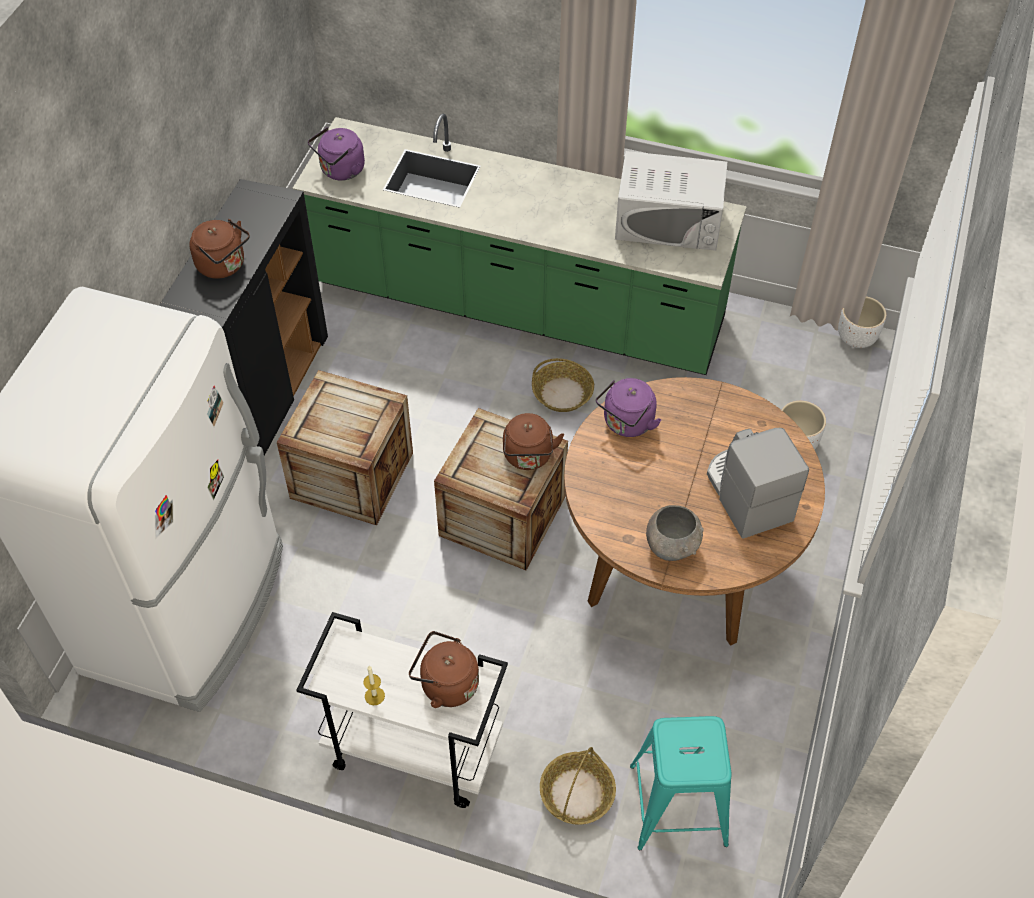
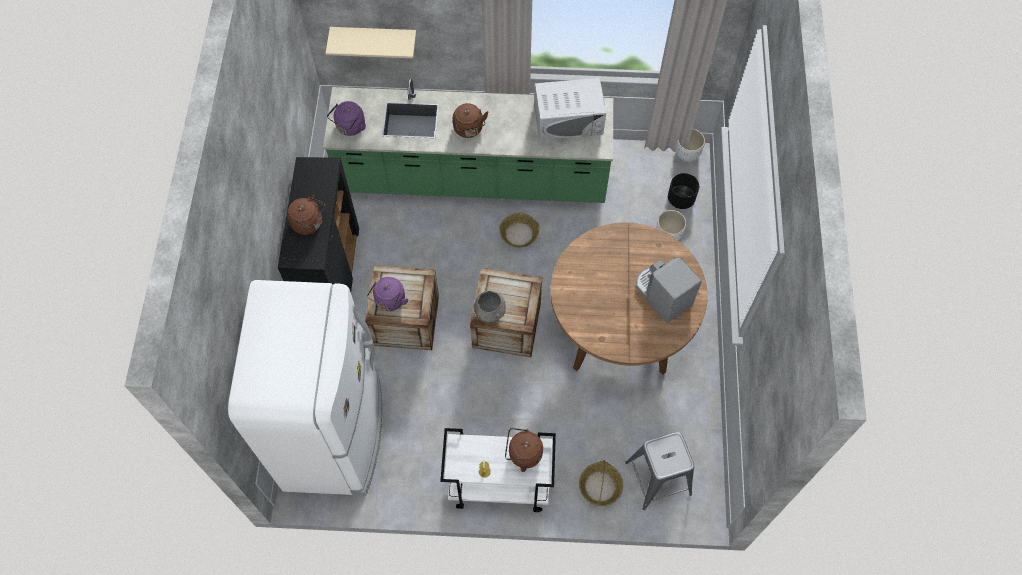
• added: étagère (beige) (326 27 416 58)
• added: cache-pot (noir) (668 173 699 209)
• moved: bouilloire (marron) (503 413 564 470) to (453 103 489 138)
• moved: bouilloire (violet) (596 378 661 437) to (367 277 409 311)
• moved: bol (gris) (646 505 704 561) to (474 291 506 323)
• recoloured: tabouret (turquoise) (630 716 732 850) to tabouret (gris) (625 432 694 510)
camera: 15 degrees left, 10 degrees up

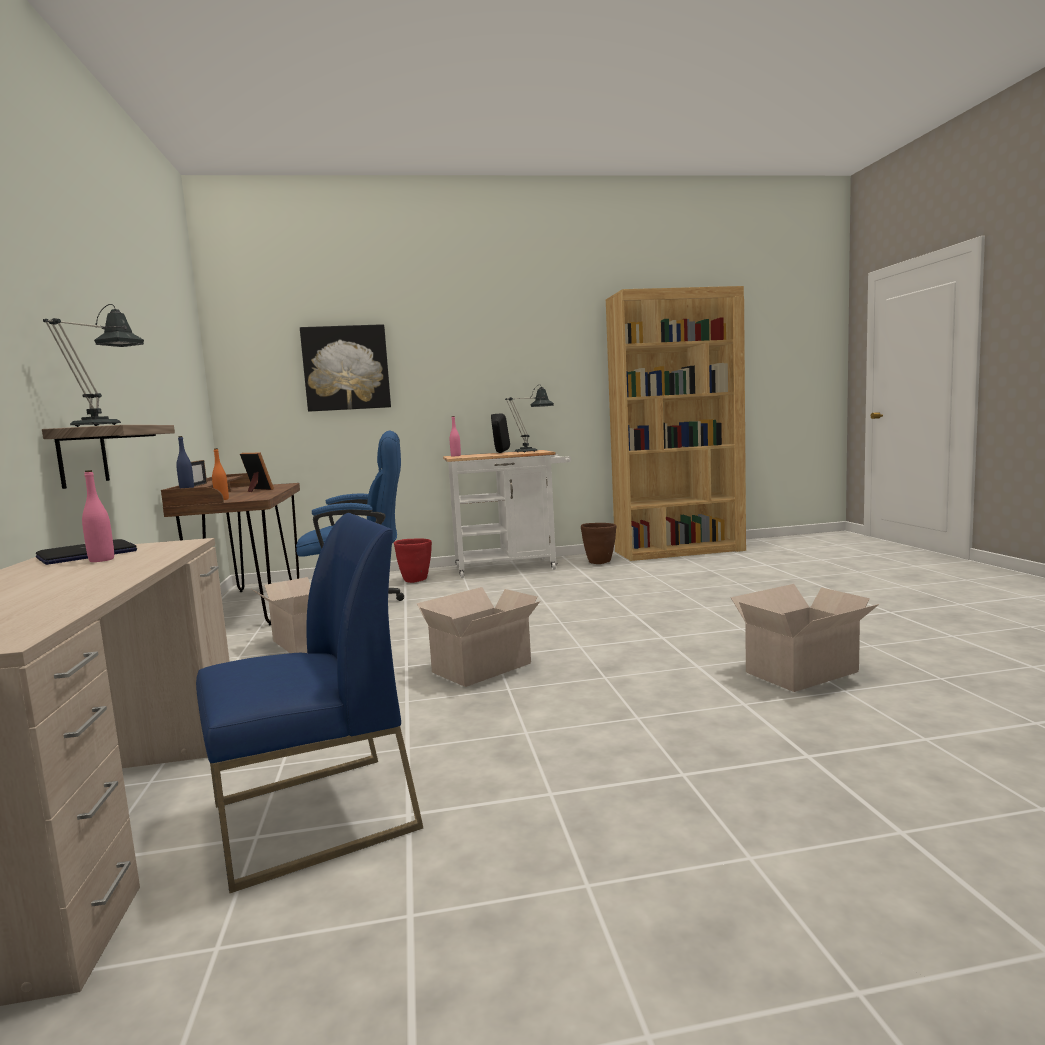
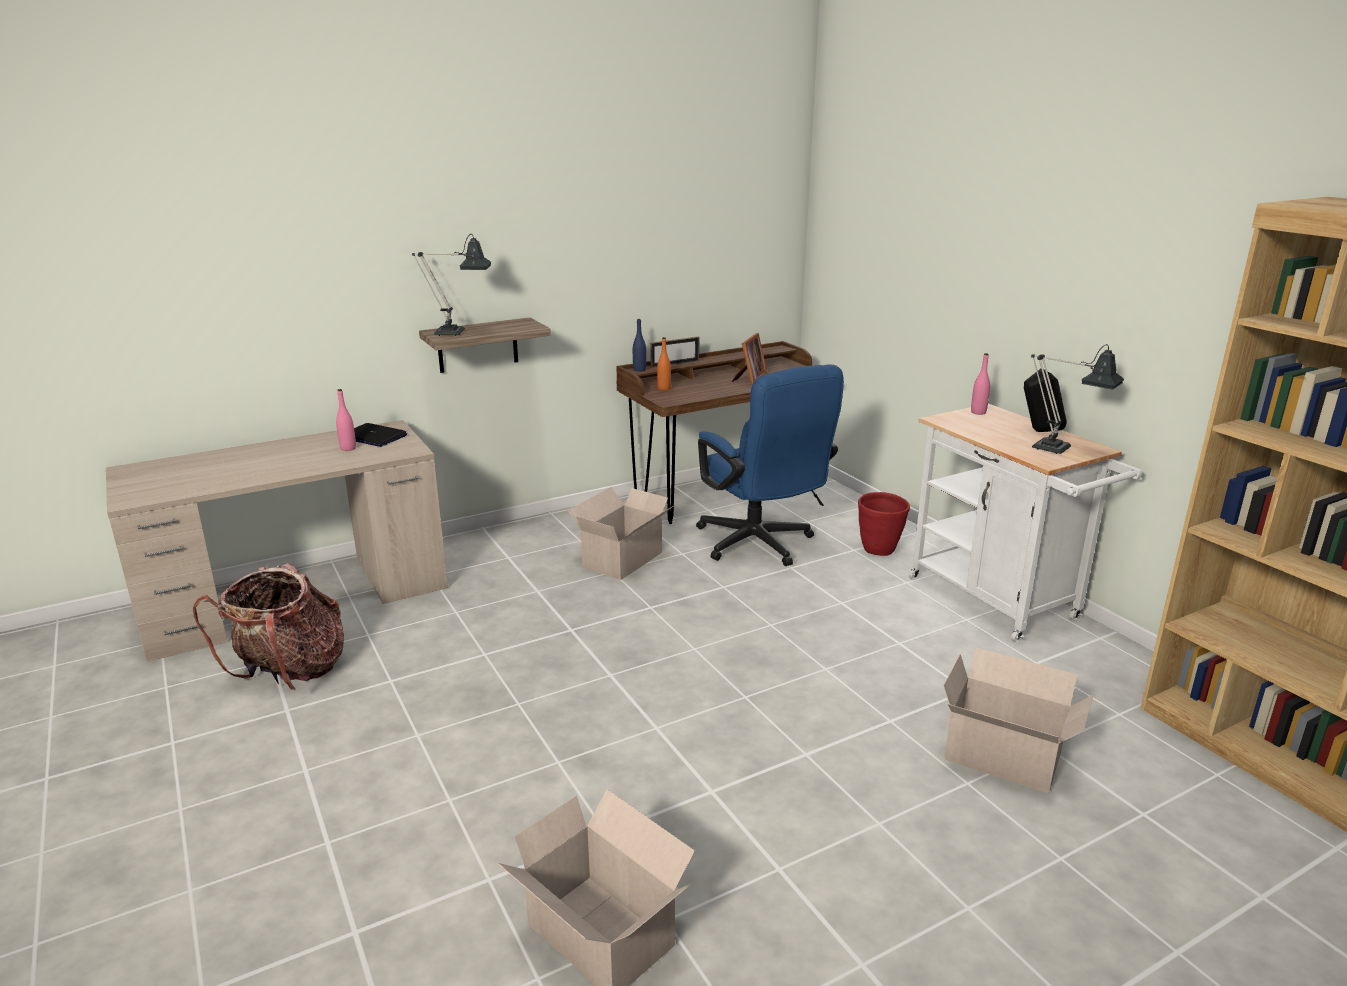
• removed: tableau (300 324 391 412)
• removed: cache-pot (marron) (581 523 616 564)
• moved: carton (417 587 540 687) to (943 647 1094 793)
• replaced: chaise (bleu) (196 513 423 893) to sac à dos (193 564 344 690)
camera: 70 degrees right, 15 degrees up

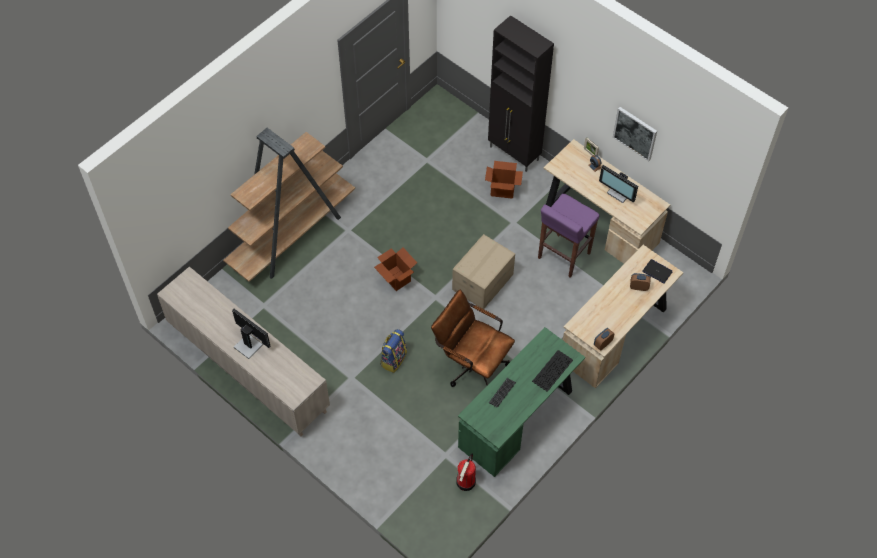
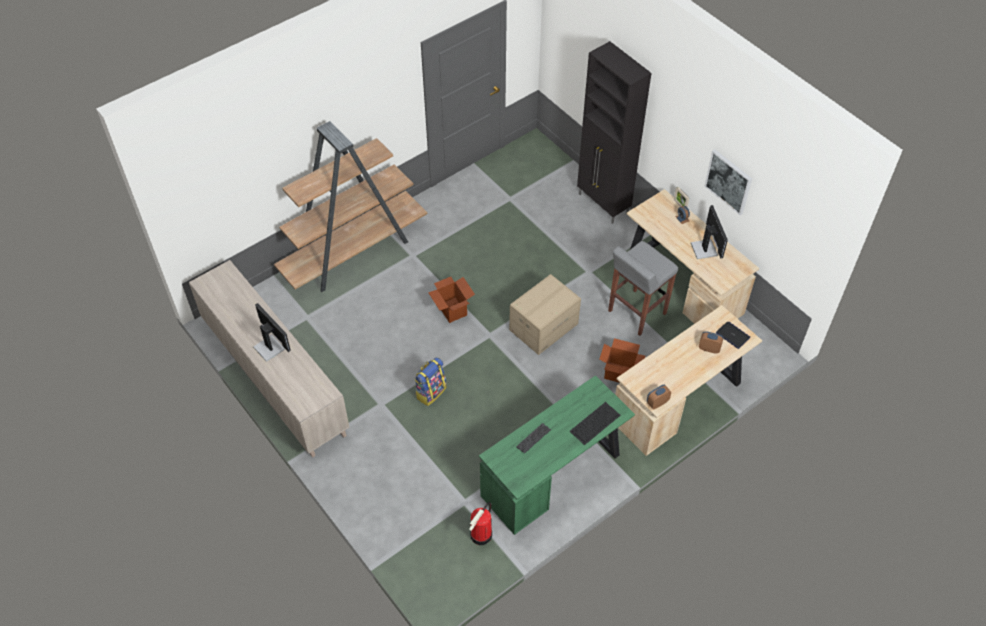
• removed: chaise de bureau (marron) (431 289 515 387)
• moved: carton (485 161 523 199) to (599 338 645 383)
• recoloured: tabouret (violet) (538 194 600 278) to tabouret (gris) (608 241 678 336)
• turned: écran d'ordinateur (599 165 638 203) = (691 205 728 259) 150 degrees counterclockwise
camera: 10 degrees right, 5 degrees down

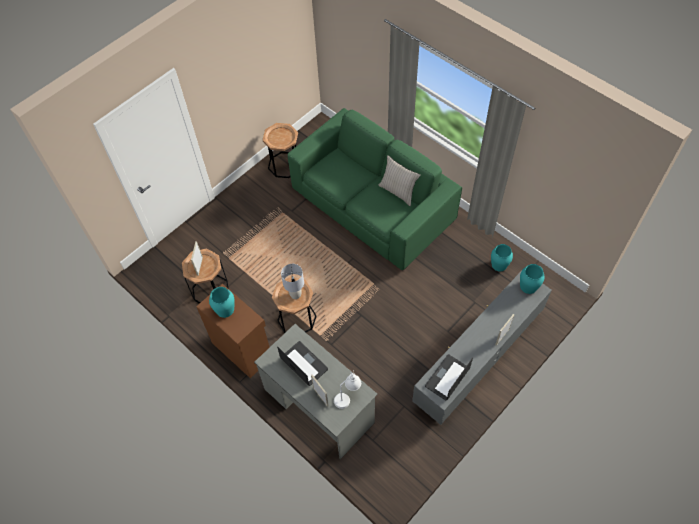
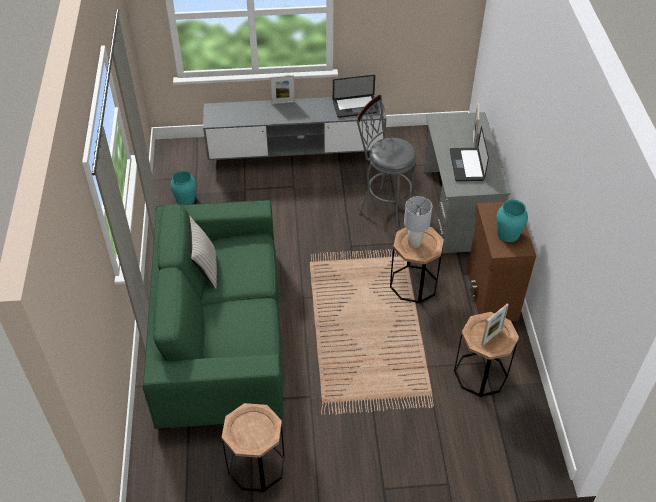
• removed: lampe de table (blanc) (334 370 361 409)
• removed: vase (turquoise) (520 264 544 294)
• added: tabouret (gris) (356 94 416 231)
camera: 140 degrees left, 10 degrees down

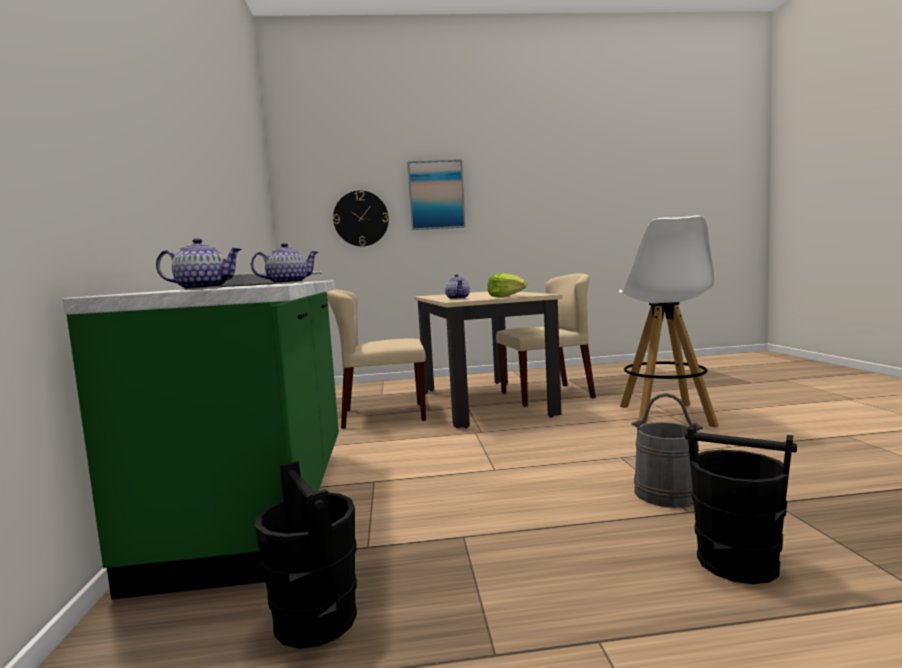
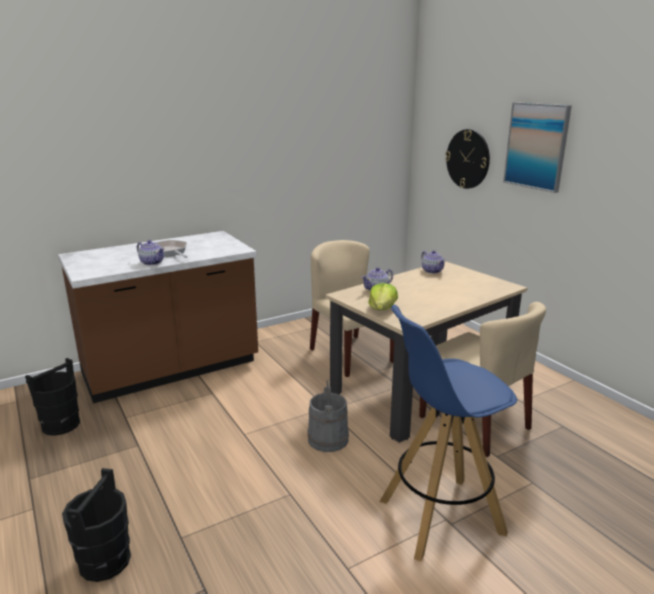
• moved: théière (156 238 242 290) to (421 250 446 274)
• moved: seau (gris) (631 393 703 508) to (308 379 349 452)
• recoloured: comptoir de cuisine (vert) (63 280 339 600) to comptoir de cuisine (marron) (58 231 258 403)
• recoloured: tabouret (blanc) (619 215 719 428) to tabouret (bleu) (380 305 517 561)
camera: 65 degrees right, 15 degrees up

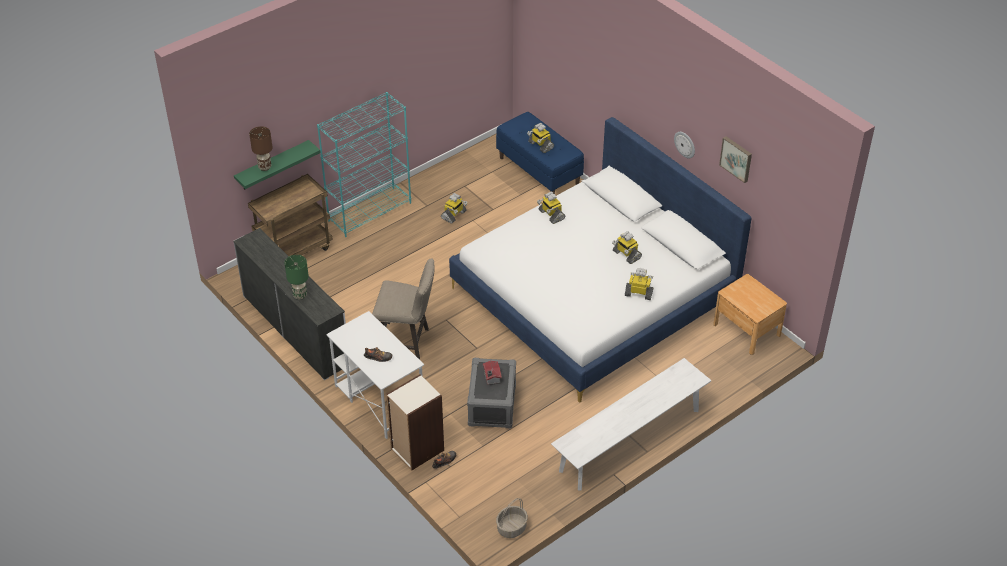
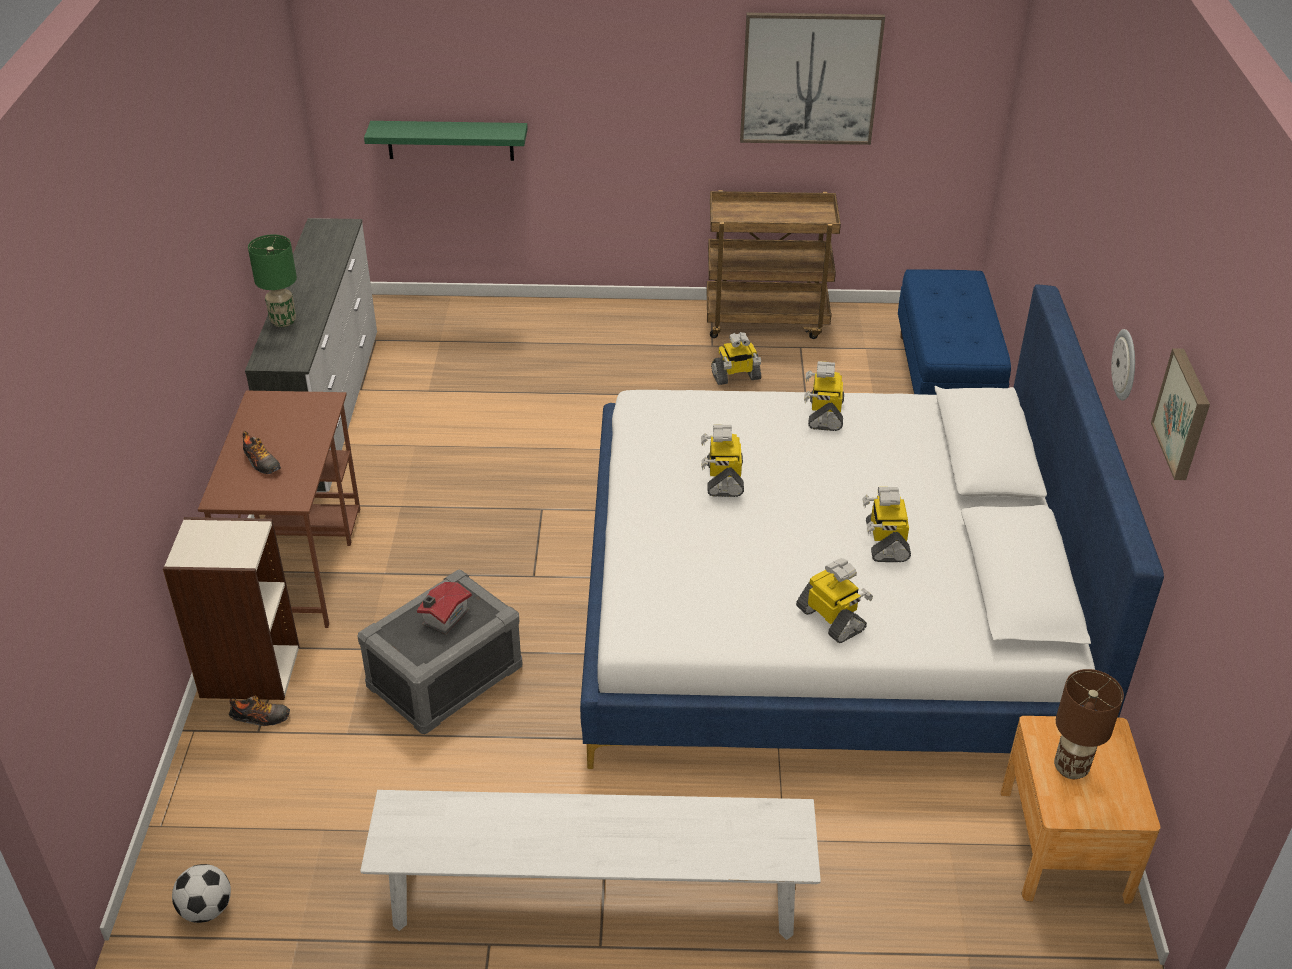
• removed: bibliothèque (turquoise) (317 92 411 237)
• removed: tabouret (beige) (372 259 435 360)
• added: tableau (740 13 885 145)
• moved: chariot (marron) (248 174 333 256) to (707 190 841 339)
• moved: lampe de table (marron) (249 126 273 171) to (1054 669 1124 779)
• moved: robot jouet (527 123 554 153) to (701 424 744 497)
• replaced: panier (496 498 528 538) to ballon de foot (172 864 231 923)
• recoloured: bureau (blanc) (326 311 424 439) to bureau (marron) (198 391 360 628)
camera: 40 degrees right, 5 degrees down

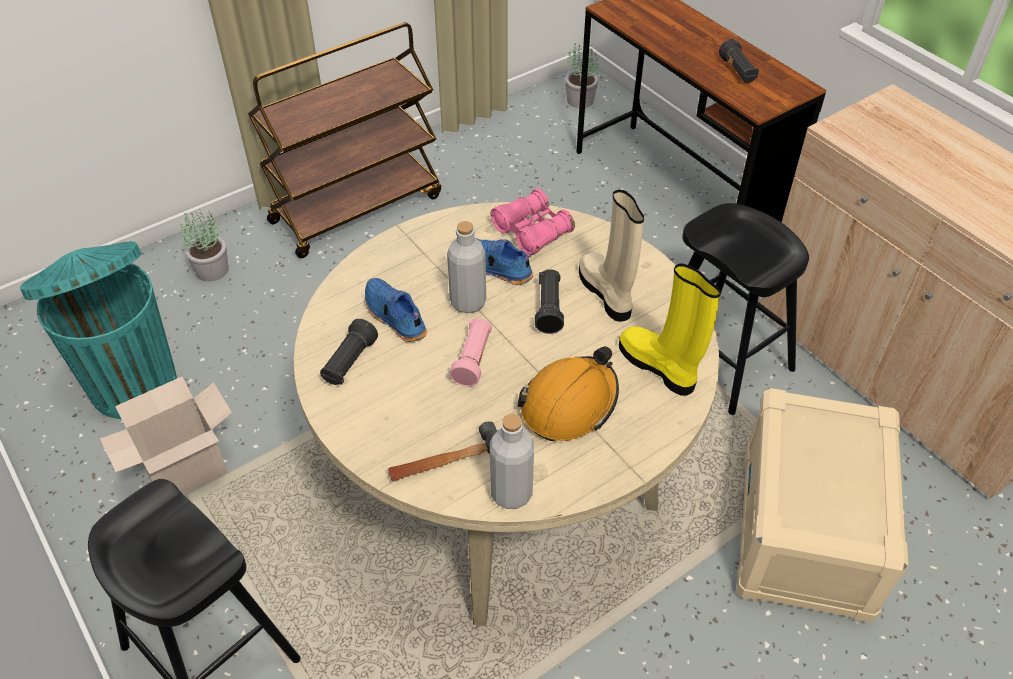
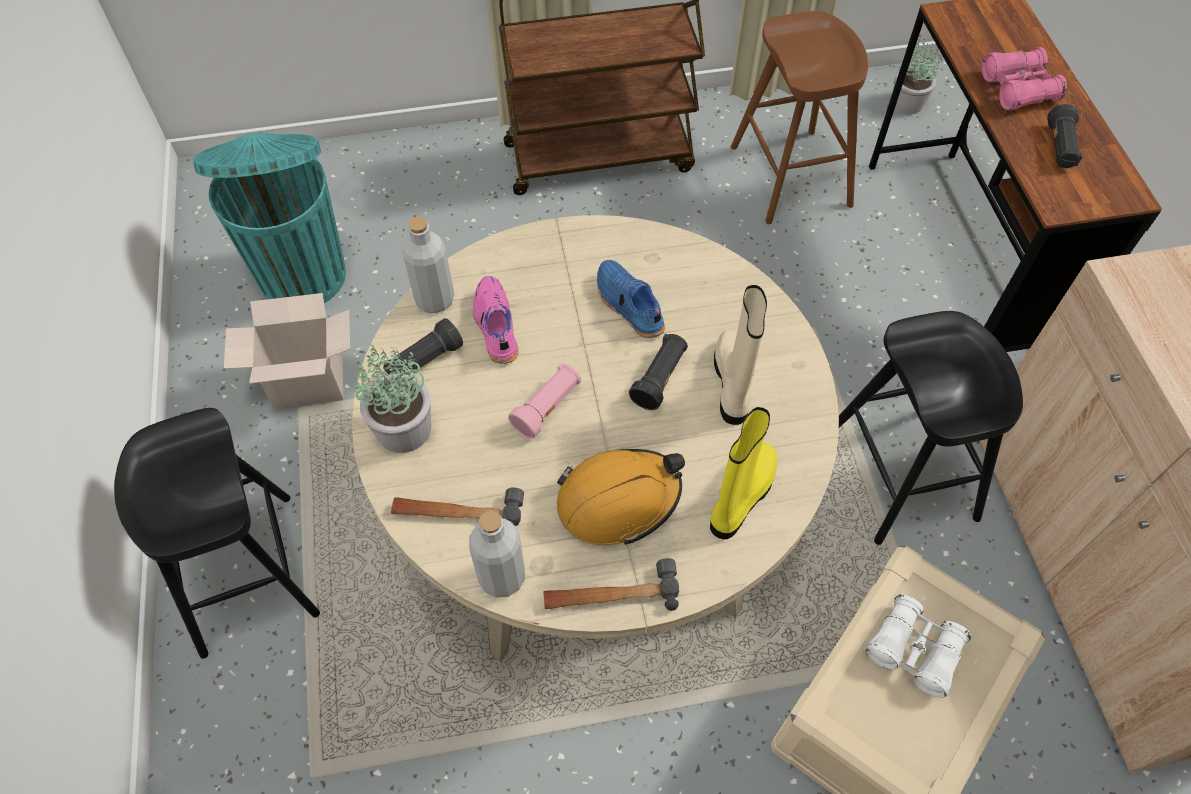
• added: marteau (543 558 679 611)
• added: tabouret (marron) (731 11 868 224)
• added: jumelles (blanc) (866 594 971 698)
• moved: plante en pot (180 210 229 281) to (355 345 431 453)
• moved: bouteille (gris) (447 221 486 313) to (402 217 454 313)
• moved: jumelles (rose) (491 189 575 255) to (982 47 1067 111)
• recoloured: chaussure (bleu) (365 278 427 342) to chaussure (rose) (473 276 519 364)
• turned: botte (jaune) (619 264 721 396) = (710 407 777 540) 45 degrees clockwise
camera: 25 degrees right, 10 degrees up

